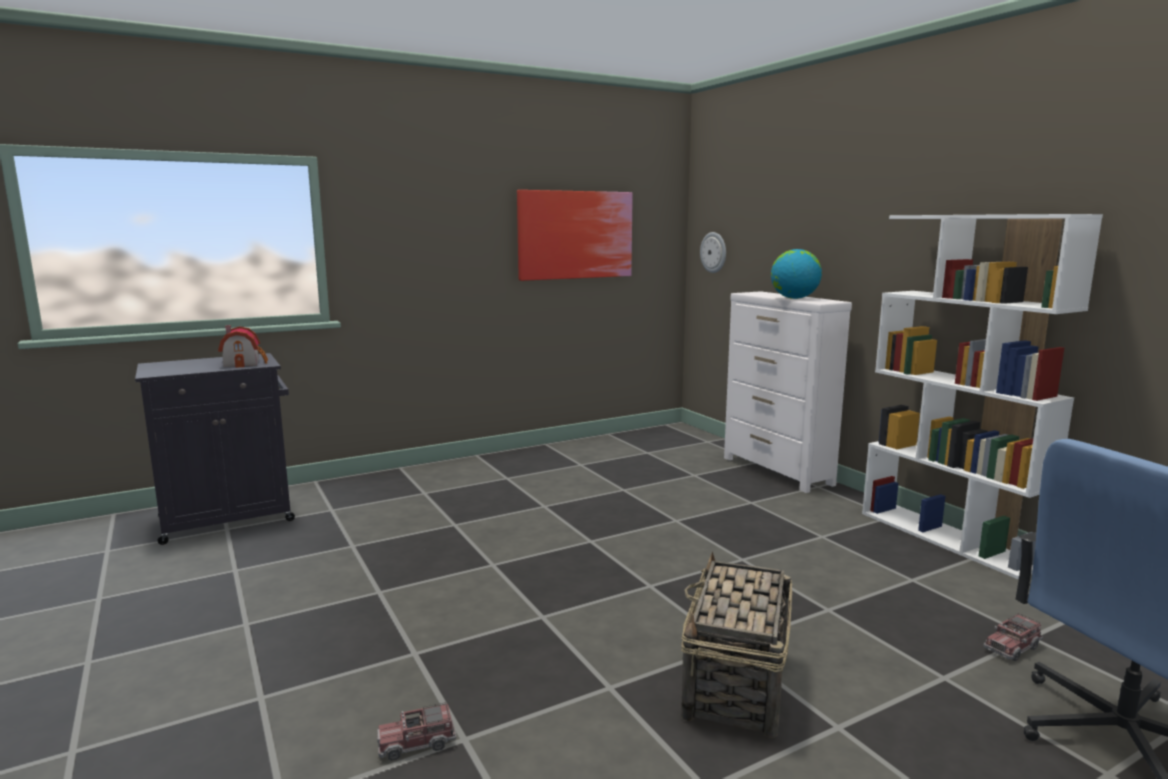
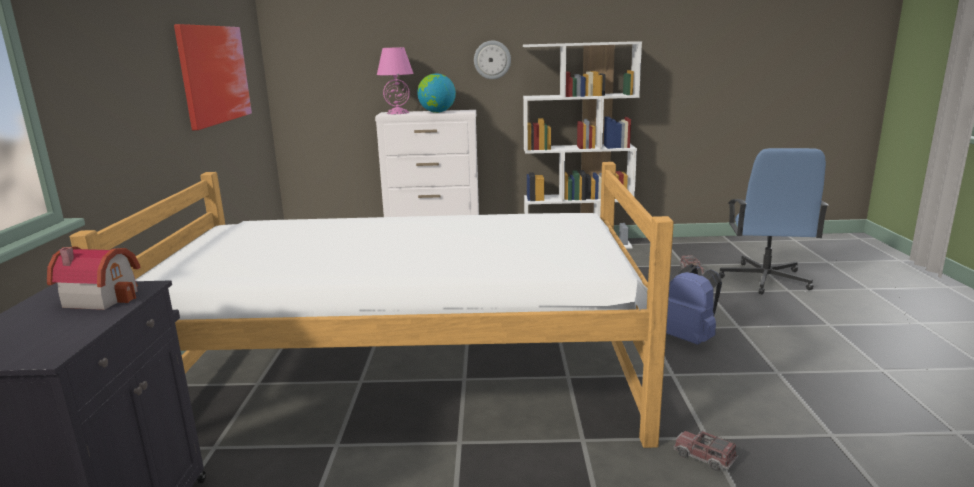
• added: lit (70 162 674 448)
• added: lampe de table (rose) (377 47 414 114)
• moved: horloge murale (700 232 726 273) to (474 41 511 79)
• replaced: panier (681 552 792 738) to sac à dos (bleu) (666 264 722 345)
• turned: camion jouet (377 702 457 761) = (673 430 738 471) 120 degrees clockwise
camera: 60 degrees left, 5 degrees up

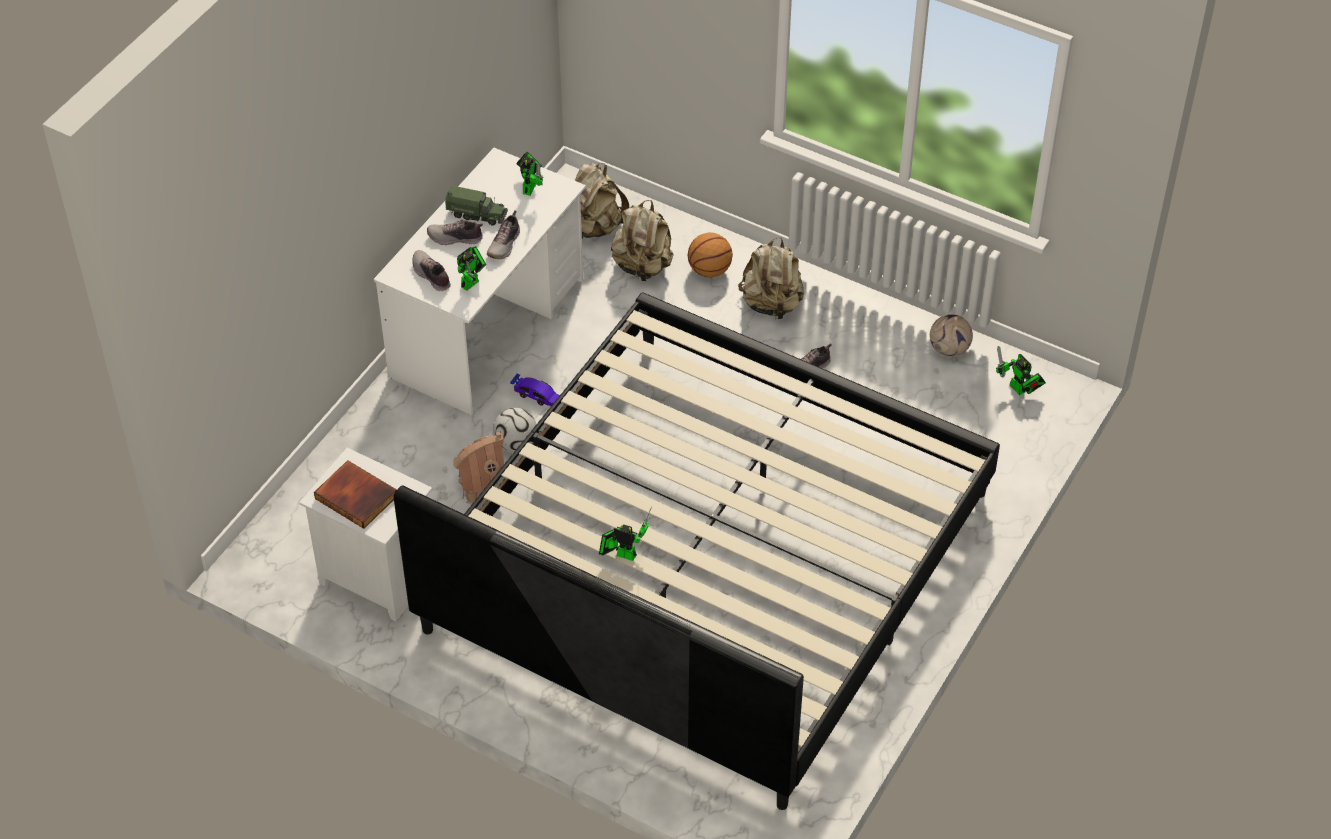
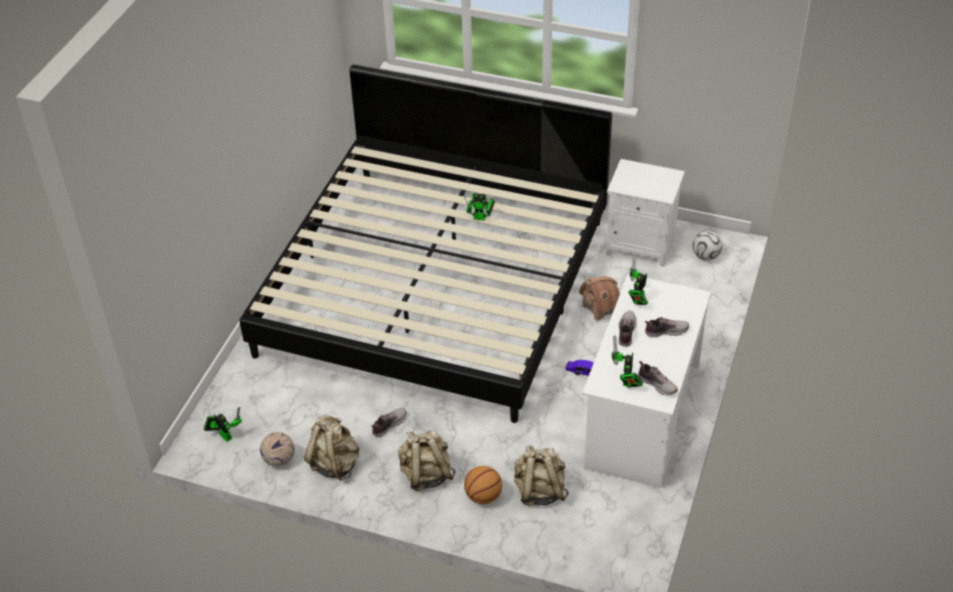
• removed: livre (314 460 397 529)
• removed: camion jouet (445 185 508 225)
• moved: chaussure (412 250 451 291) to (638 361 678 396)
• moved: ballon de foot (493 408 536 452) to (692 231 723 261)
• moved: sac à dos (beige) (575 163 630 239) to (305 415 359 481)
camera: 170 degrees right, 5 degrees down

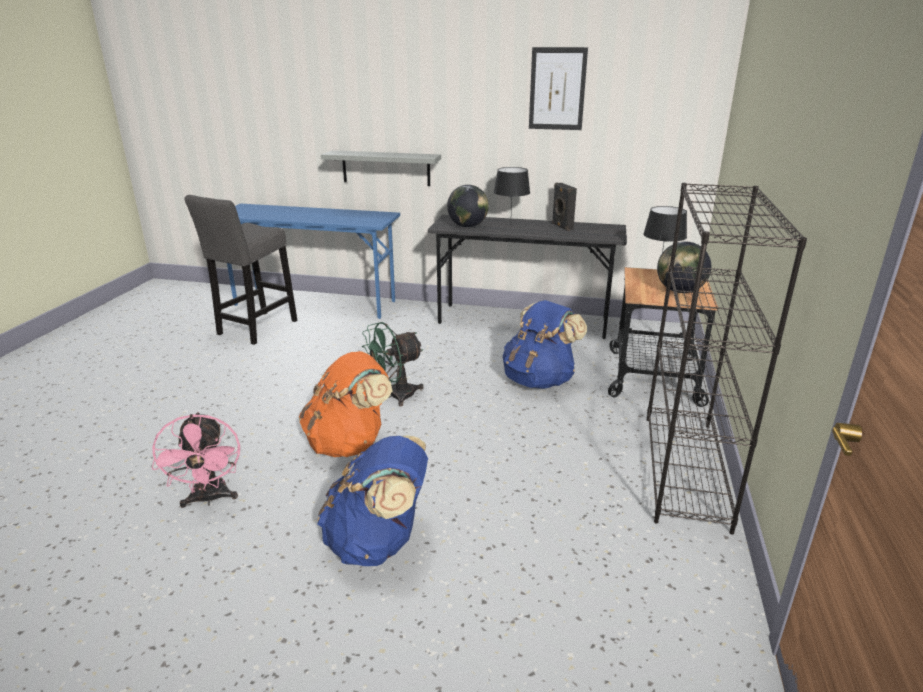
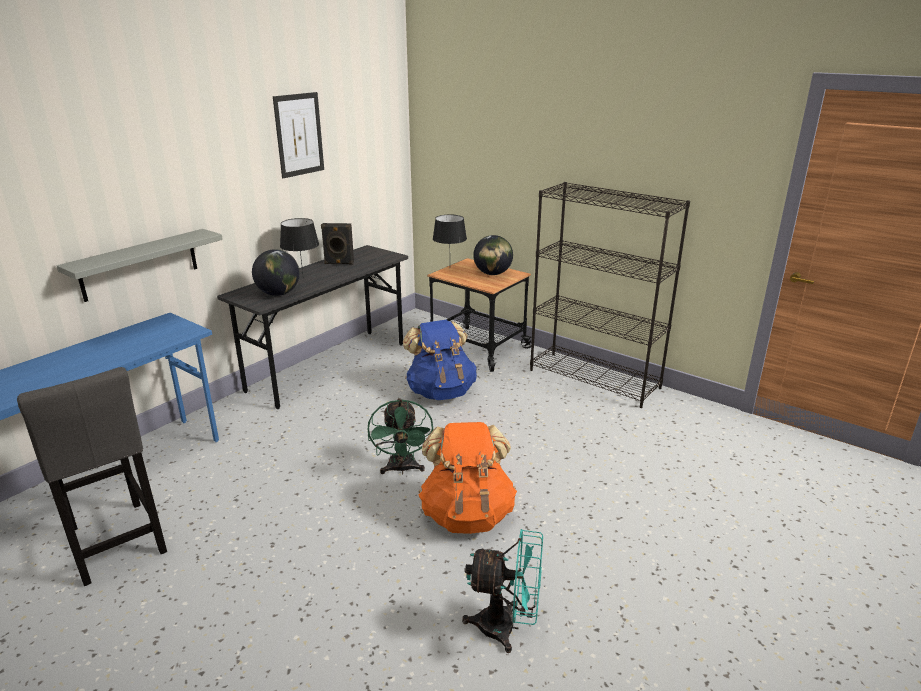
• removed: sac à dos (bleu) (317 435 428 566)
• recoloured: ventilateur (rose) (152 412 240 508) to ventilateur (turquoise) (462 529 543 653)
camera: 65 degrees left, 0 degrees up

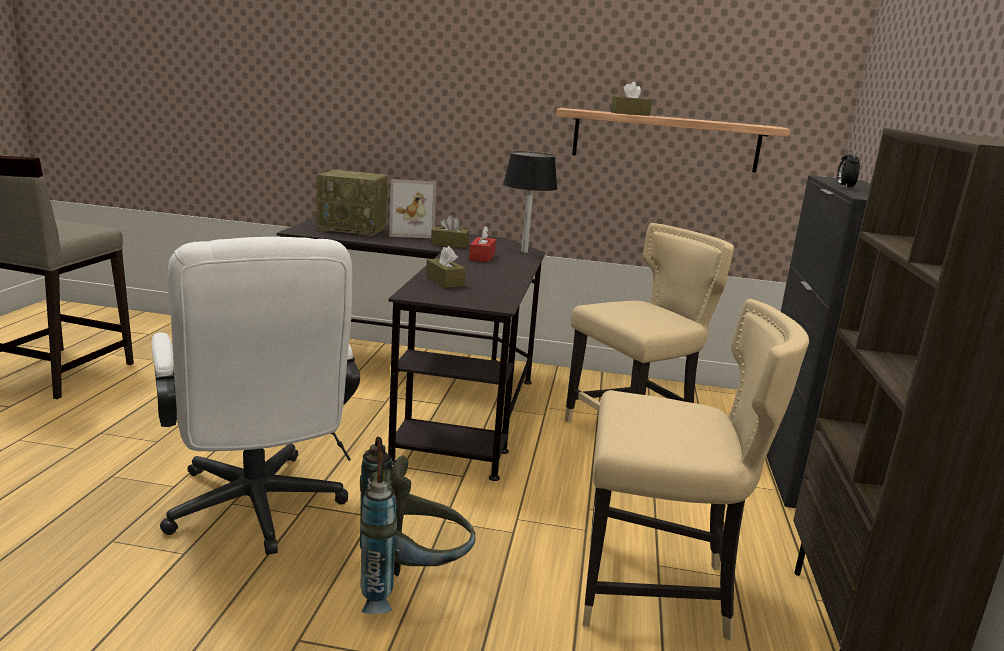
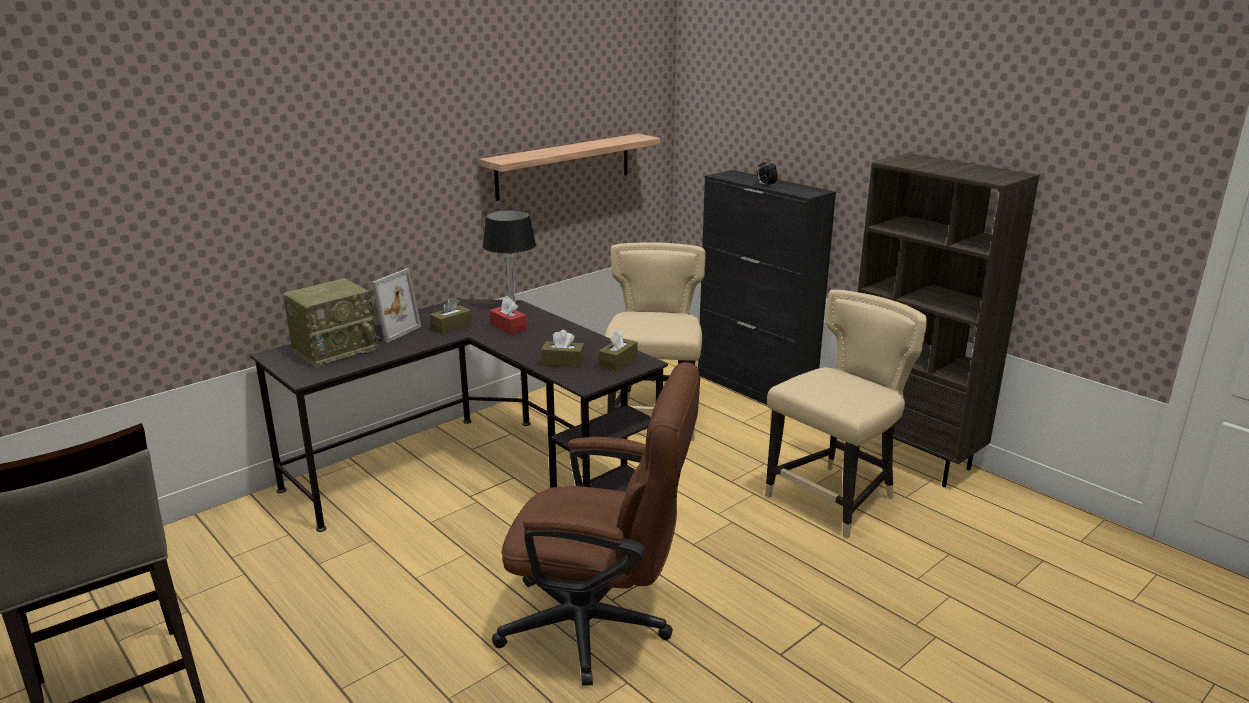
• removed: sac à dos (gris) (360 437 476 614)
• moved: boîte à mouchoirs (marron) (611 82 652 116) to (599 330 638 371)
• recoloured: chaise de bureau (blanc) (151 237 360 555) to chaise de bureau (marron) (492 362 700 686)
camera: 50 degrees left, 5 degrees up

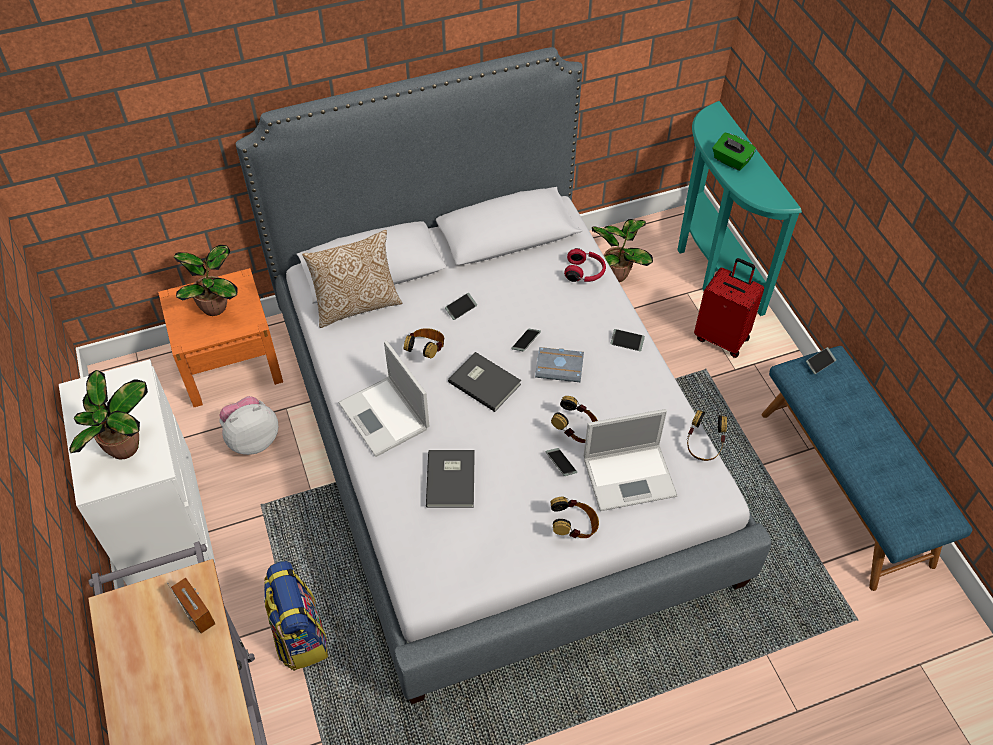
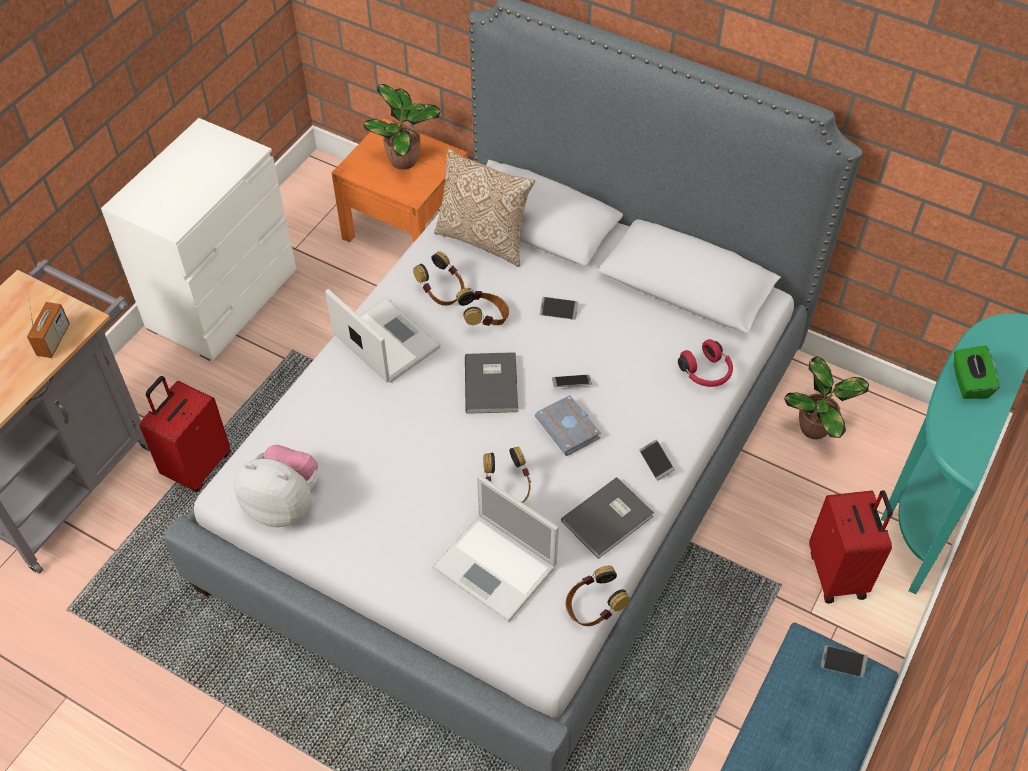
• removed: plante en pot (69 370 148 460)
• removed: téléphone (546 448 577 476)
• moved: peluche (219 396 278 455) to (234 445 318 527)
• moved: livre (gris) (426 450 475 508) to (561 477 654 559)
• moved: casque audio (550 497 599 538) to (413 251 464 306)
• replaced: sac à dos (264 561 328 671) to valise (rouge) (140 376 231 492)
• turned: ordinateur portable (338 341 429 457) = (325 289 440 383) 120 degrees clockwise
camera: 50 degrees right, 0 degrees up

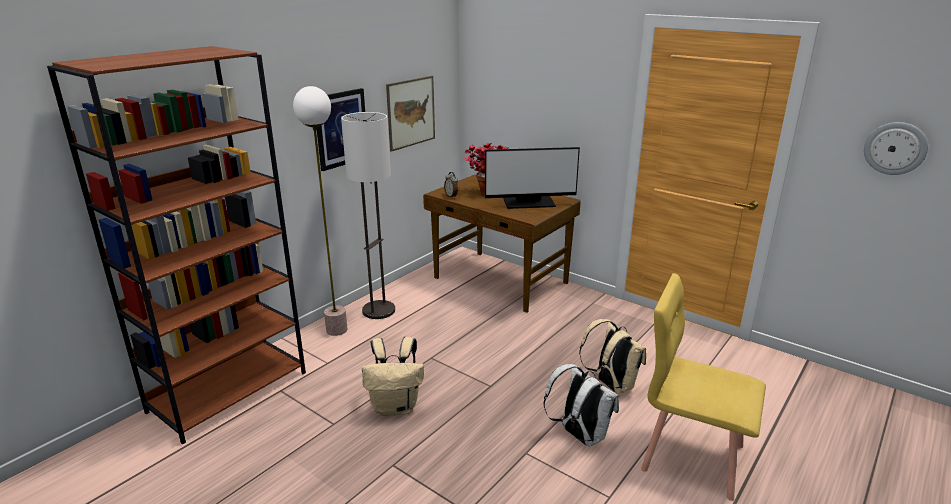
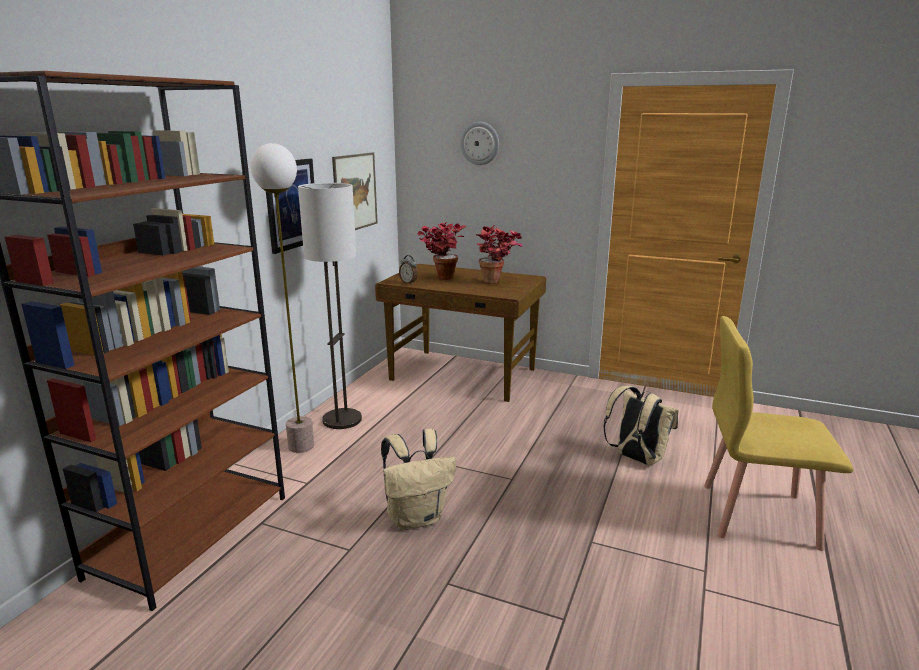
• removed: sac à dos (blanc) (543 364 619 447)
• moved: horloge murale (864 122 928 175) to (460 122 499 165)
• replaced: écran d'ordinateur (485 147 580 209) to plante en pot (476 225 522 284)
camera: 15 degrees left, 5 degrees down

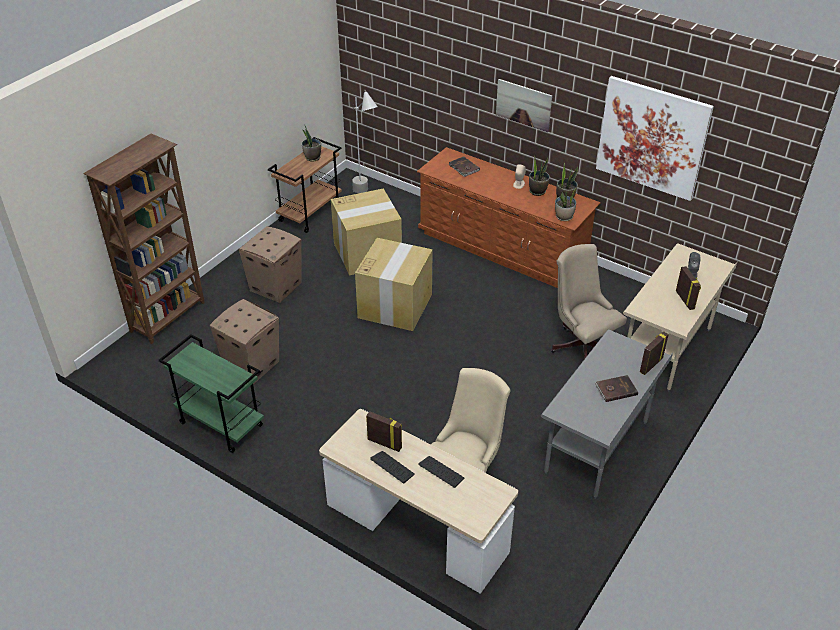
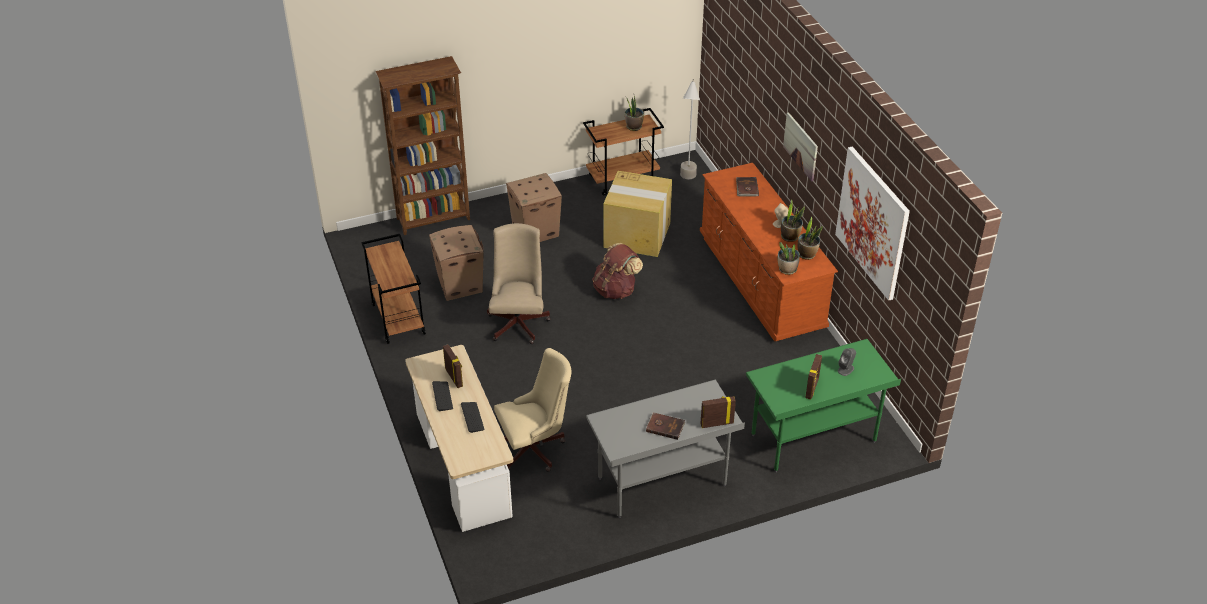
• moved: chaise de bureau (beige) (551 244 627 359) to (487 223 551 344)
• replaced: carton (355 238 433 331) to sac à dos (marron) (592 243 643 299)
• recoloured: chariot (vert) (159 334 264 453) to chariot (marron) (361 234 426 344)
• recoloured: bureau (beige) (623 244 738 391) to bureau (vert) (746 339 901 472)
camera: 35 degrees right, 0 degrees up

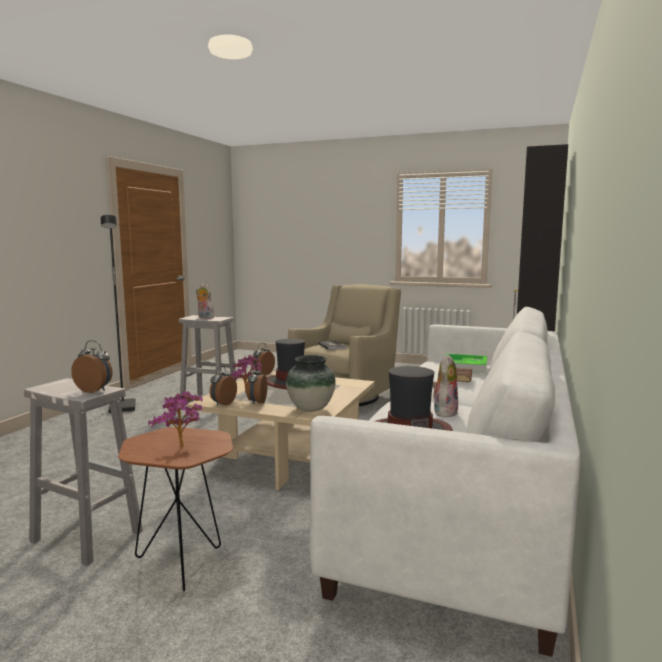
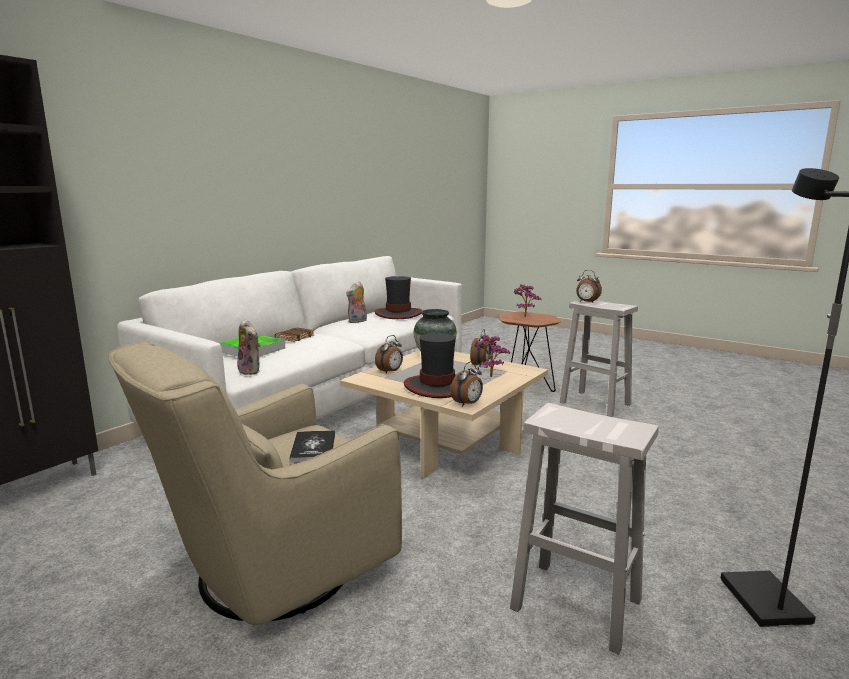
• moved: peluche (196 283 214 319) to (237 319 260 375)
• moved: réveil (210 366 237 406) to (375 335 403 373)
camera: 165 degrees left, 5 degrees up

